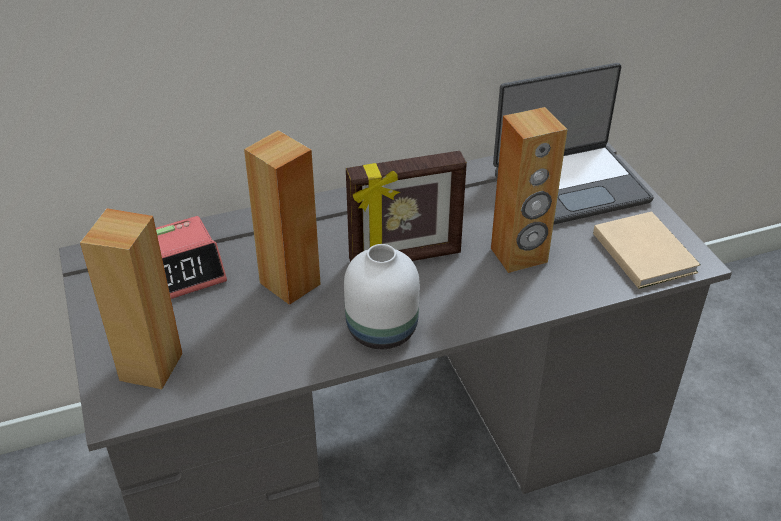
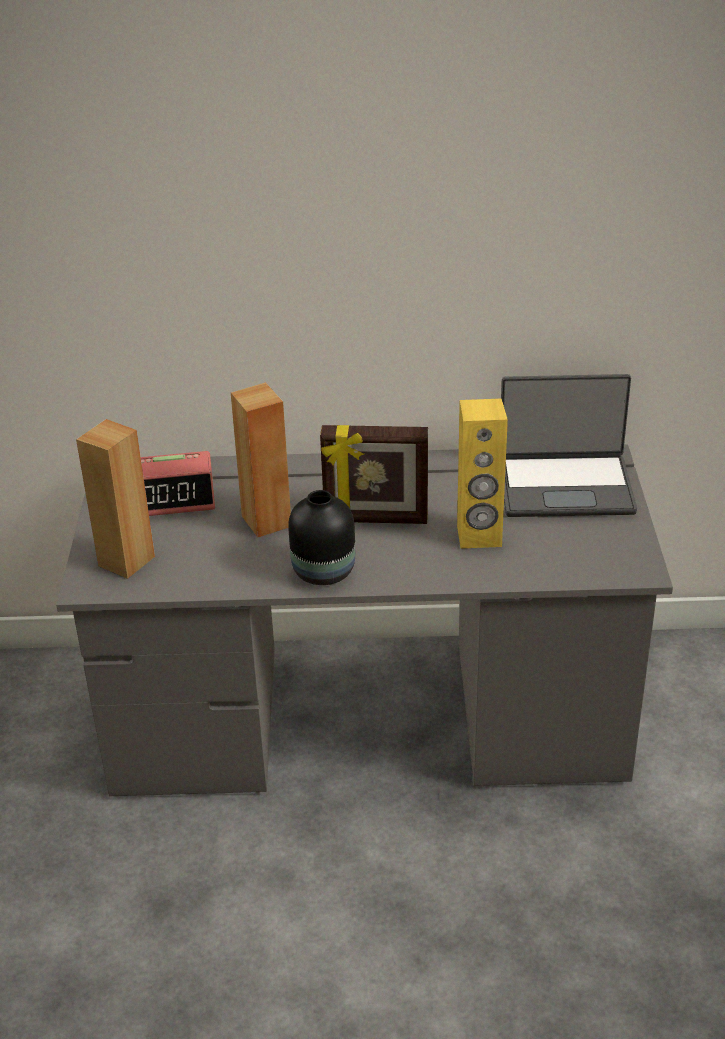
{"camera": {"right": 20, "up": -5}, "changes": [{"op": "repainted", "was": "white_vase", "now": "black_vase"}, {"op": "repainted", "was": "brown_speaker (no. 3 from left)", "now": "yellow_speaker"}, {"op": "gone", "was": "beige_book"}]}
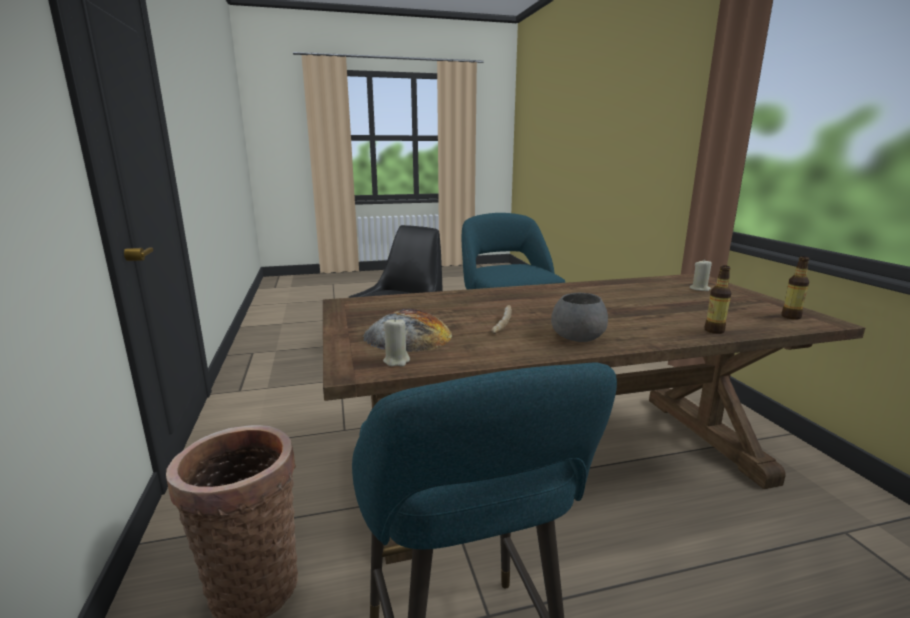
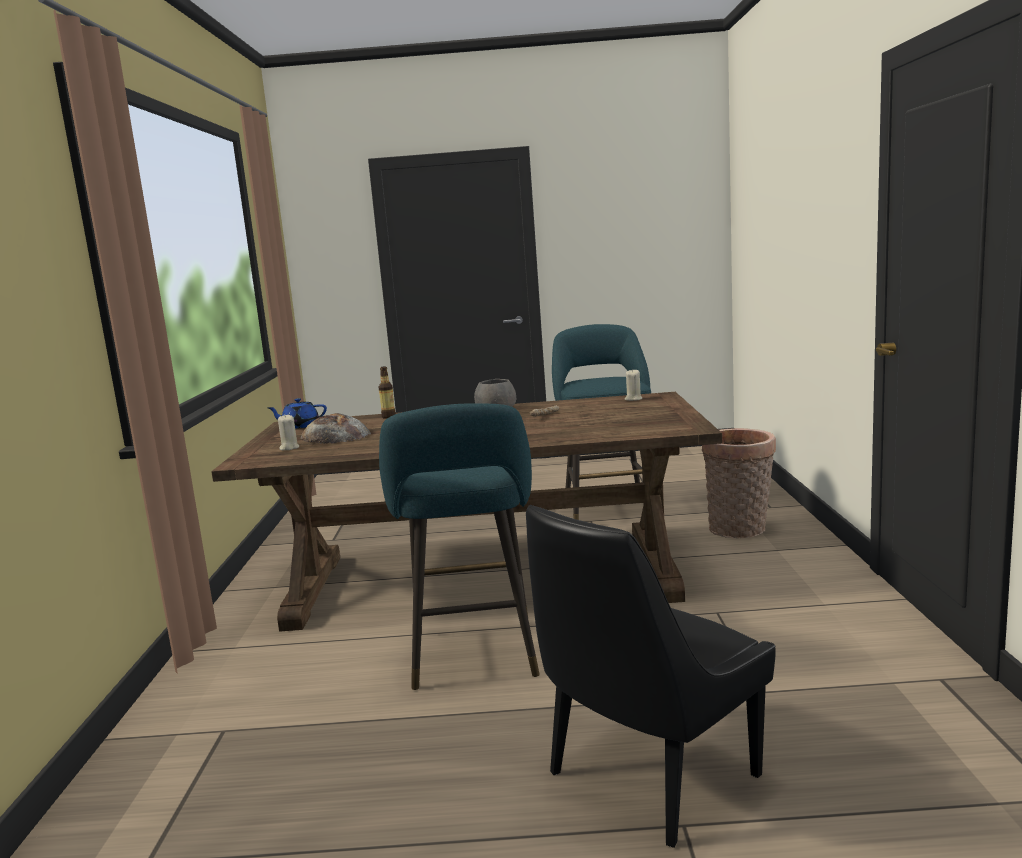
{"camera": {"right": -165, "up": -5}, "changes": [{"op": "swapped", "was": "bottle (no. 2 from left)", "now": "blue_teapot"}, {"op": "shifted", "was": "bread (no. 1 from left)"}]}
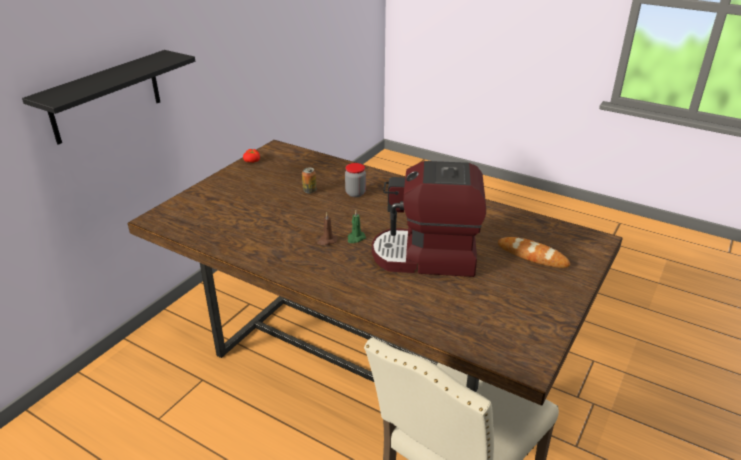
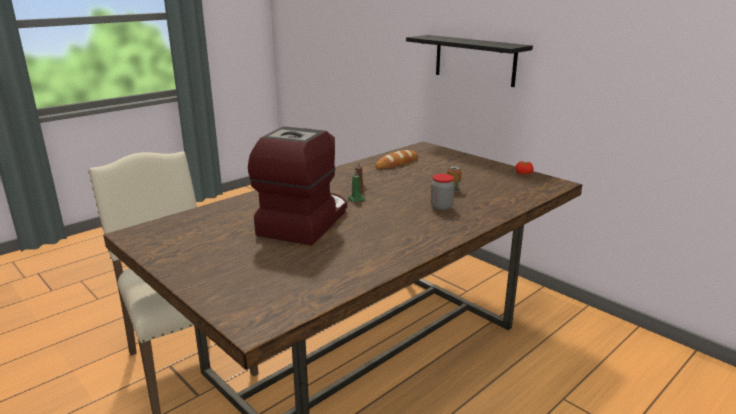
{"camera": {"right": 105, "up": -10}, "changes": [{"op": "shifted", "was": "bread"}]}
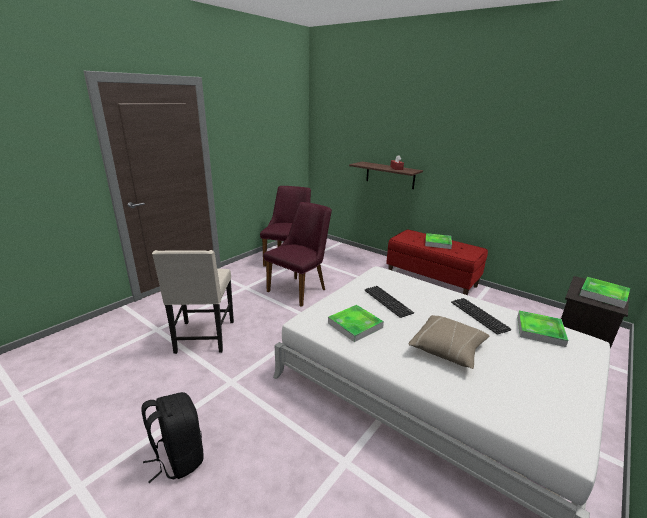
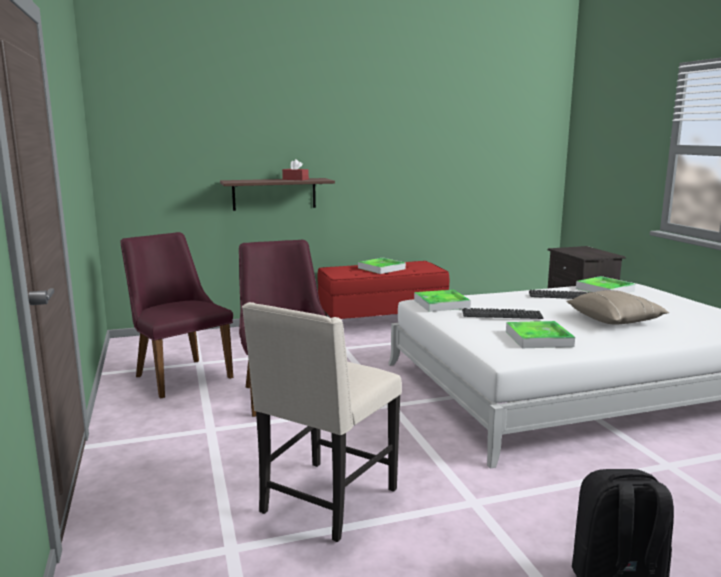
{"camera": {"right": -55, "up": -10}, "changes": [{"op": "rotated", "was": "beige_chair", "clockwise": 90}, {"op": "shifted", "was": "tray (no. 4 from left in the first image)", "now": "tray (no. 2 from left)"}]}
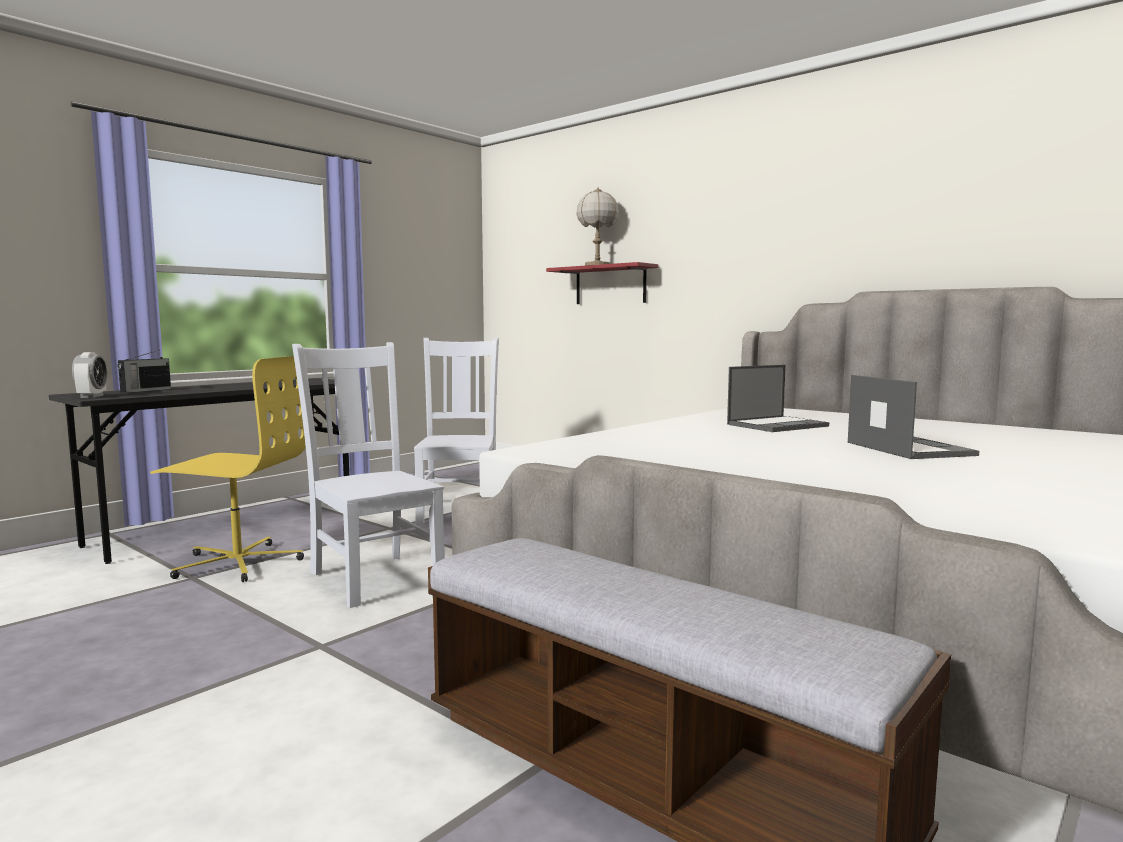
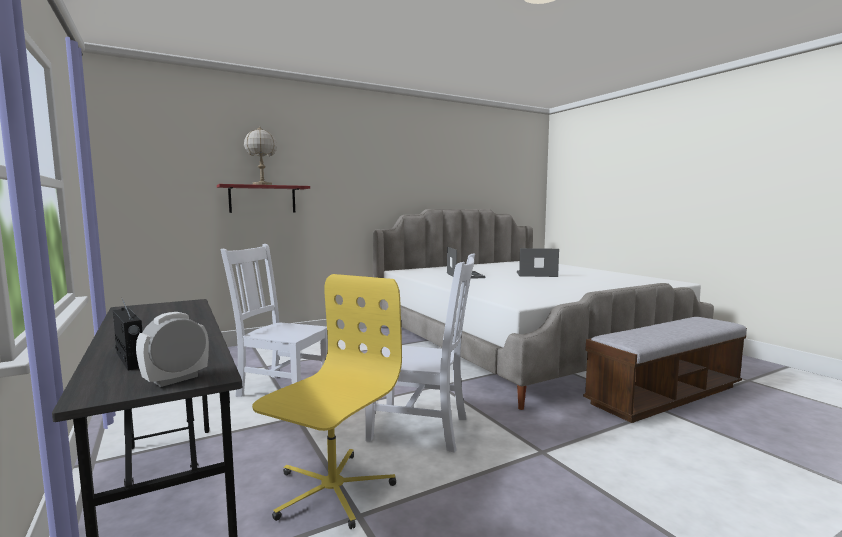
{"camera": {"right": -70, "up": 0}, "changes": [{"op": "rotated", "was": "alarm_clock", "clockwise": -60}, {"op": "rotated", "was": "white_chair (no. 1 from left in the first image)", "clockwise": -150}]}
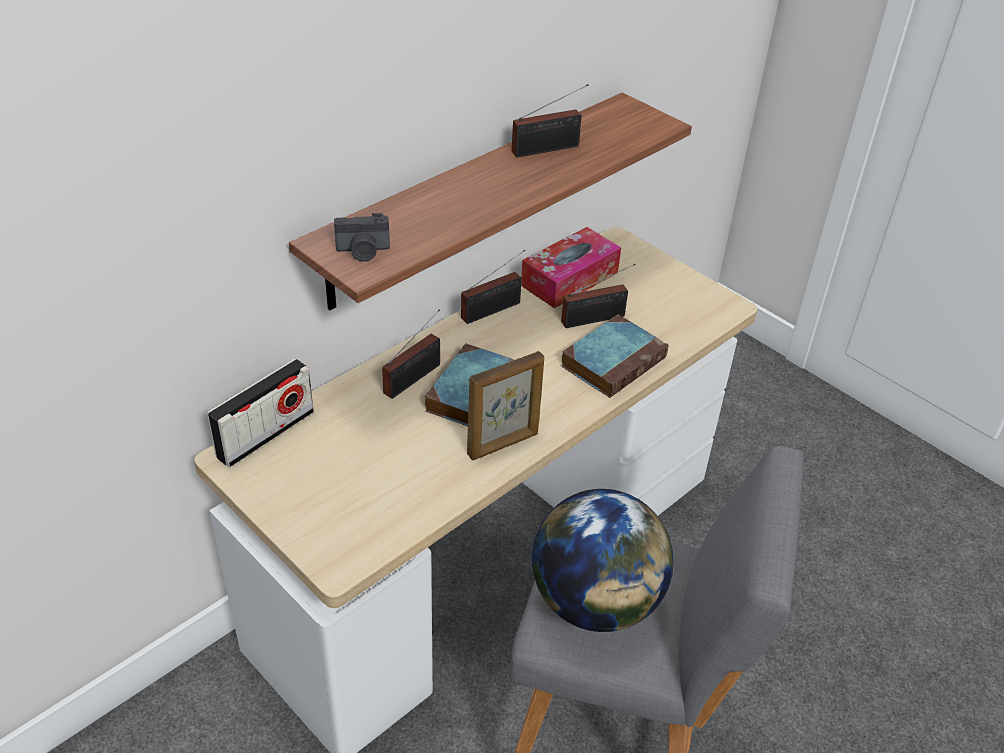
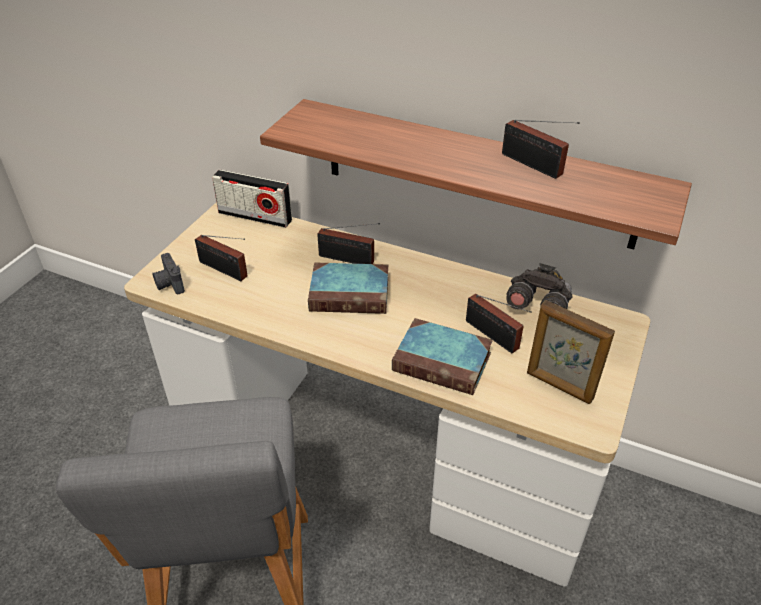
{"camera": {"right": 70, "up": 0}, "changes": [{"op": "shifted", "was": "photo_camera"}, {"op": "shifted", "was": "radio (no. 3 from left in the first image)", "now": "radio (no. 1 from left)"}, {"op": "swapped", "was": "tissue_box", "now": "grey_binoculars"}, {"op": "shifted", "was": "picture_frame"}, {"op": "gone", "was": "globe"}]}
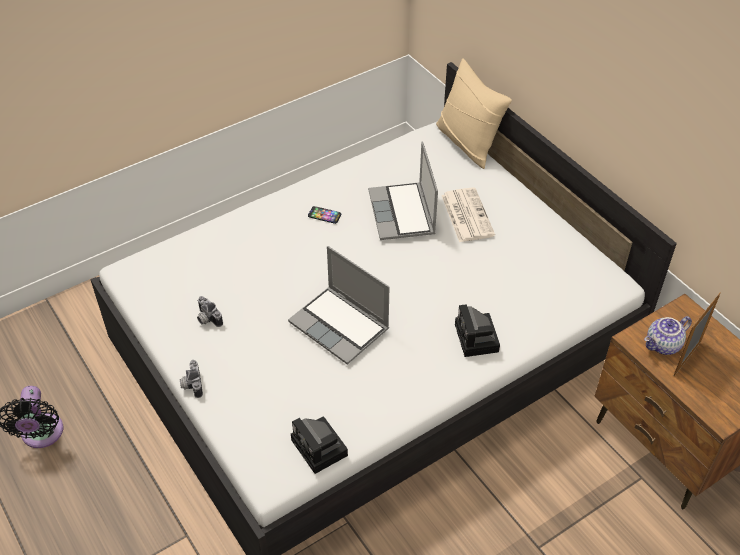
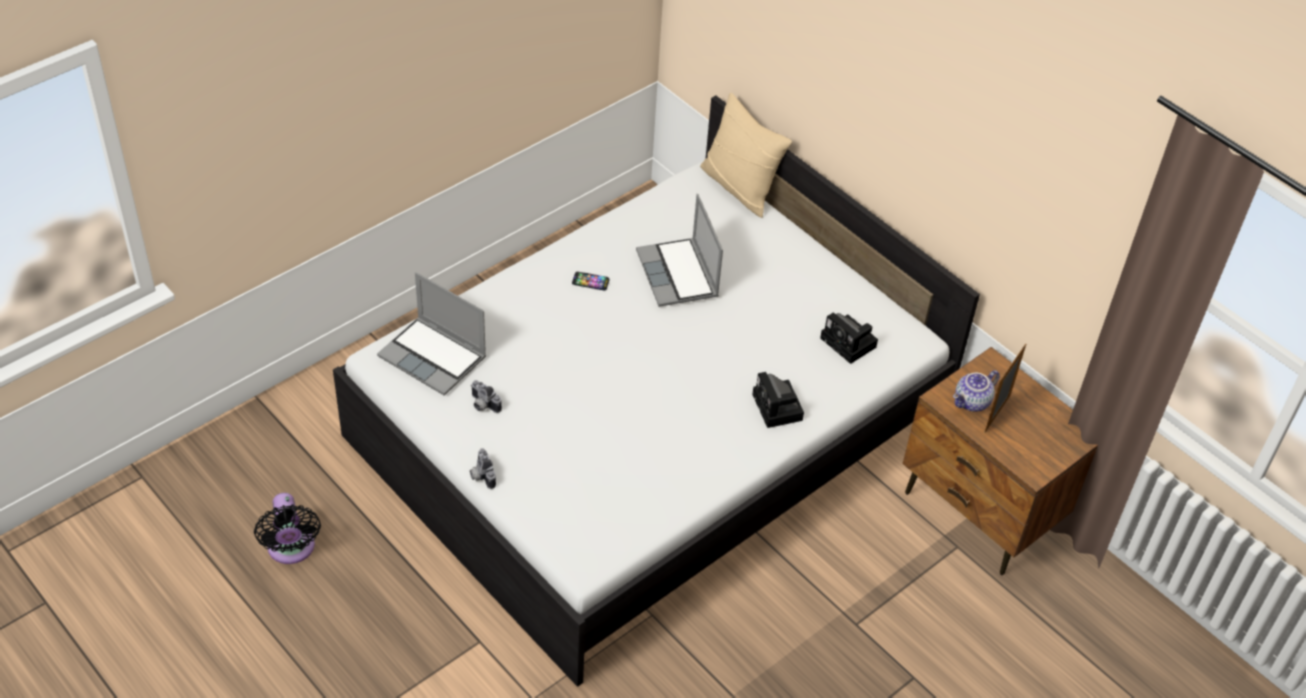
{"camera": {"right": -10, "up": 0}, "changes": [{"op": "shifted", "was": "laptop (no. 1 from left)"}, {"op": "shifted", "was": "photo_camera (no. 3 from left in the first image)", "now": "photo_camera (no. 4 from left)"}, {"op": "gone", "was": "newspaper"}]}
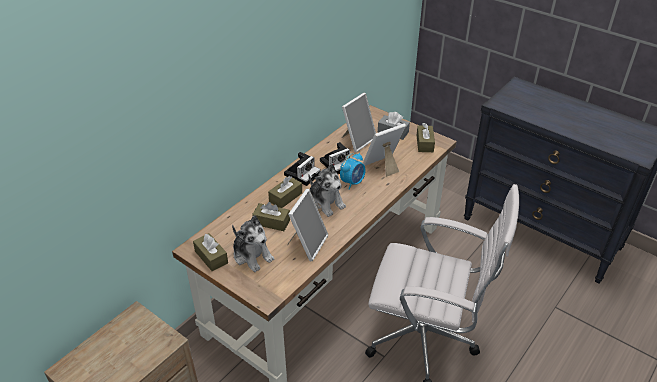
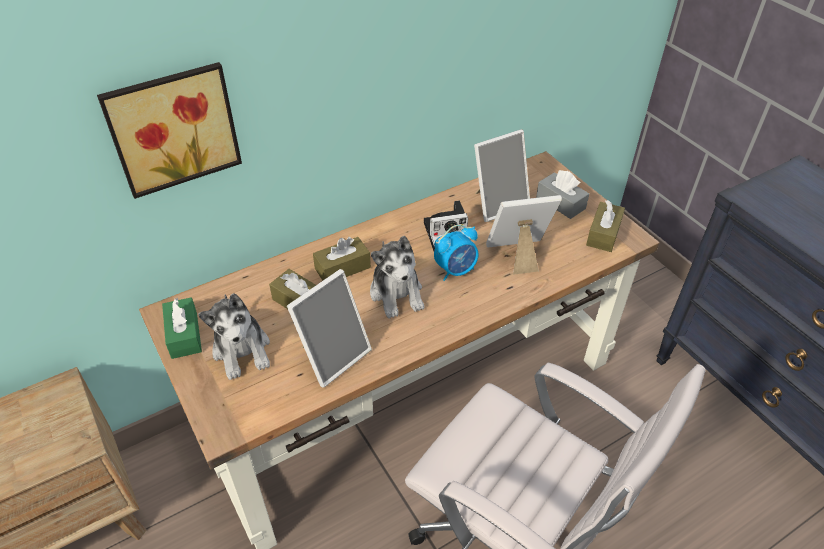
{"camera": {"right": 20, "up": 5}, "changes": [{"op": "new", "now": "picture"}, {"op": "repainted", "was": "brown_tissue_box (no. 1 from left)", "now": "green_tissue_box"}, {"op": "gone", "was": "photo_camera (no. 1 from left)"}]}
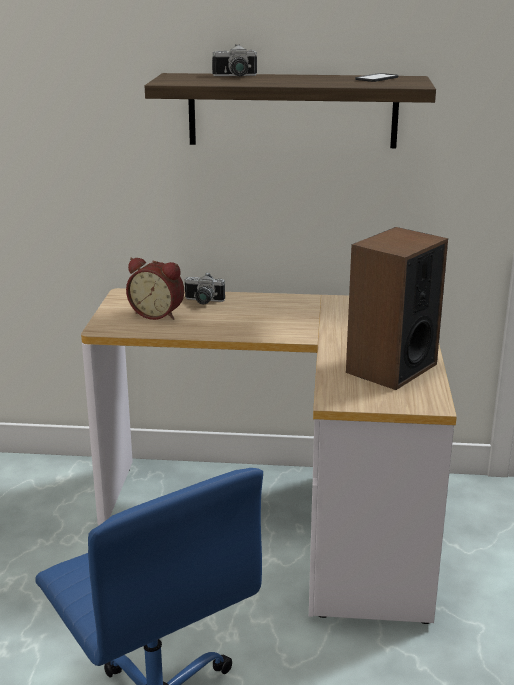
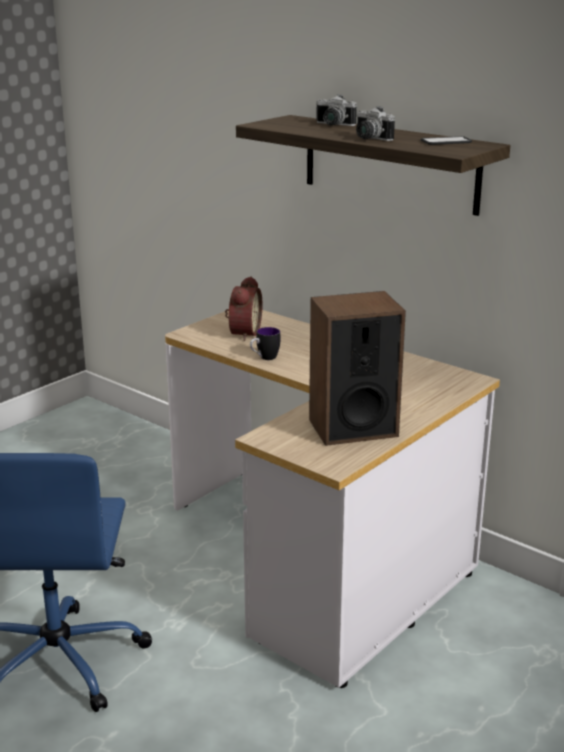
{"camera": {"right": 35, "up": 0}, "changes": [{"op": "rotated", "was": "alarm_clock", "clockwise": -135}, {"op": "new", "now": "mug"}, {"op": "shifted", "was": "photo_camera (no. 1 from left in the first image)", "now": "photo_camera (no. 2 from left)"}]}
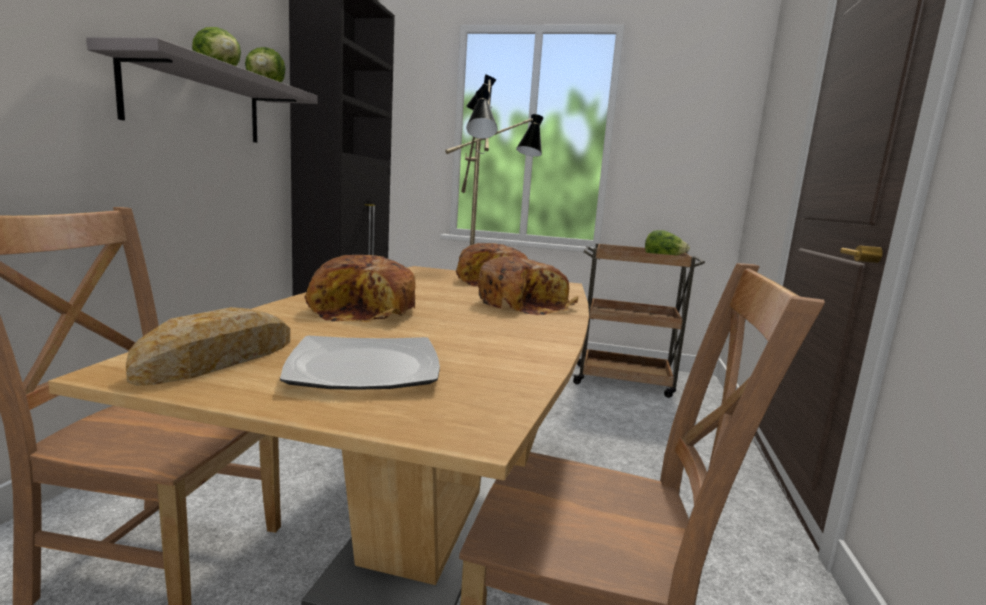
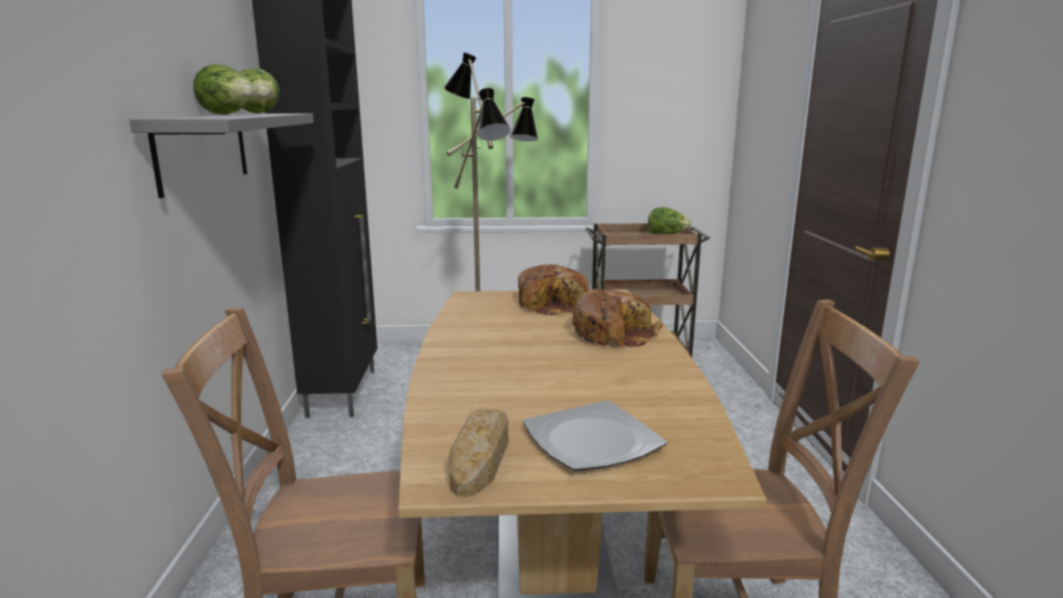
{"camera": {"right": -15, "up": 5}, "changes": [{"op": "gone", "was": "bread (no. 2 from left)"}]}
